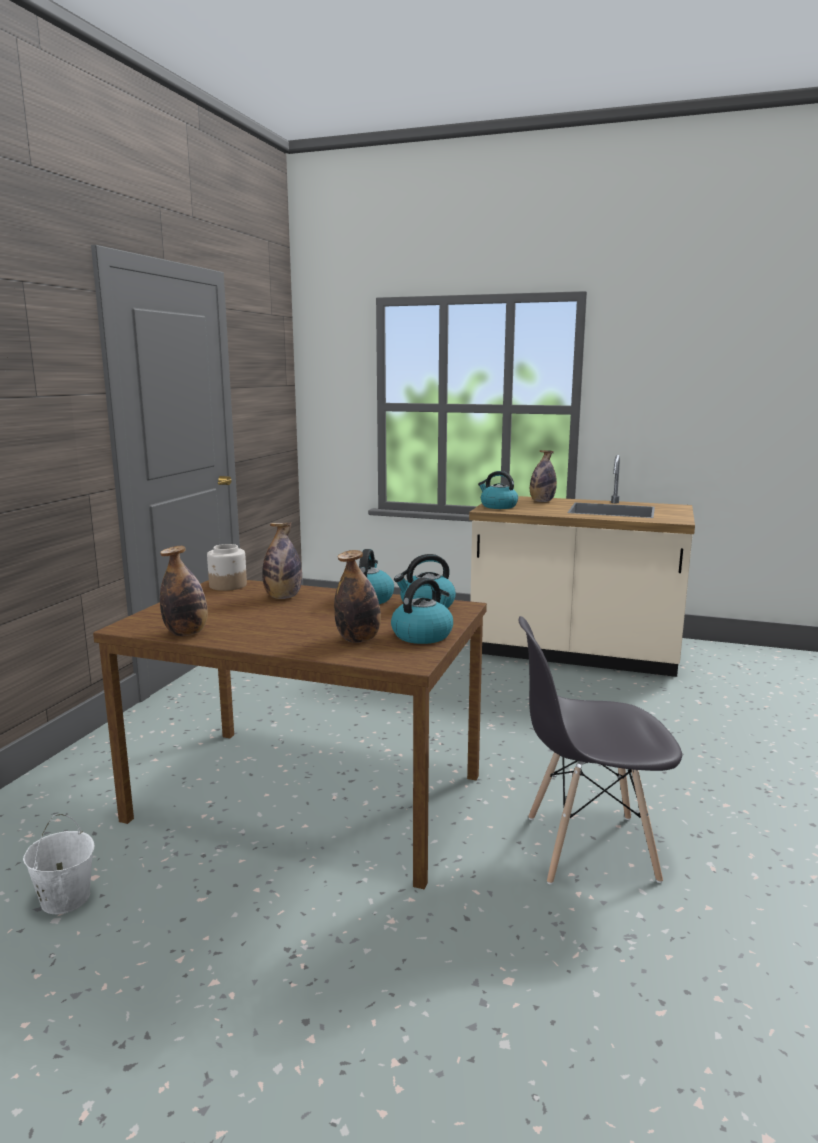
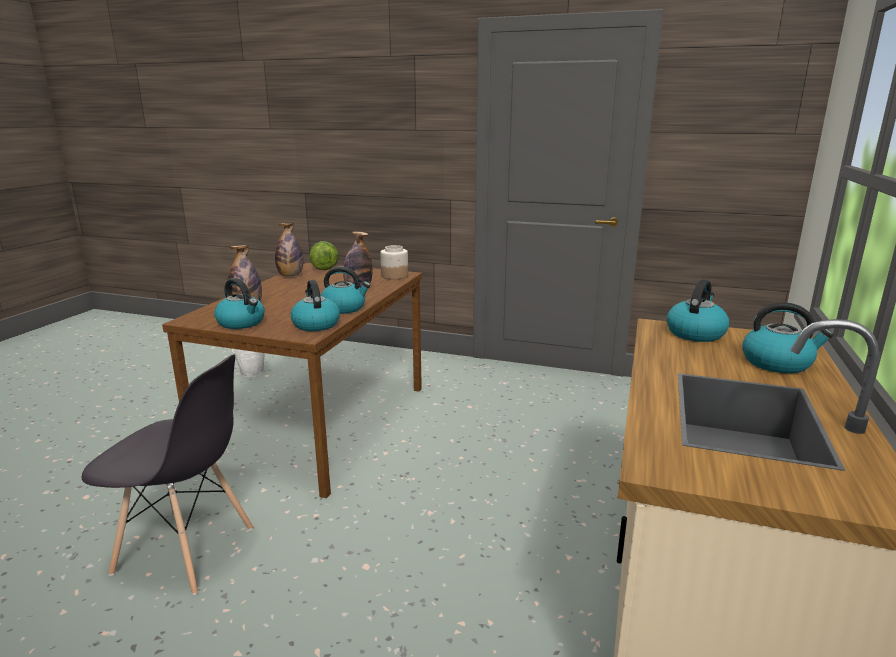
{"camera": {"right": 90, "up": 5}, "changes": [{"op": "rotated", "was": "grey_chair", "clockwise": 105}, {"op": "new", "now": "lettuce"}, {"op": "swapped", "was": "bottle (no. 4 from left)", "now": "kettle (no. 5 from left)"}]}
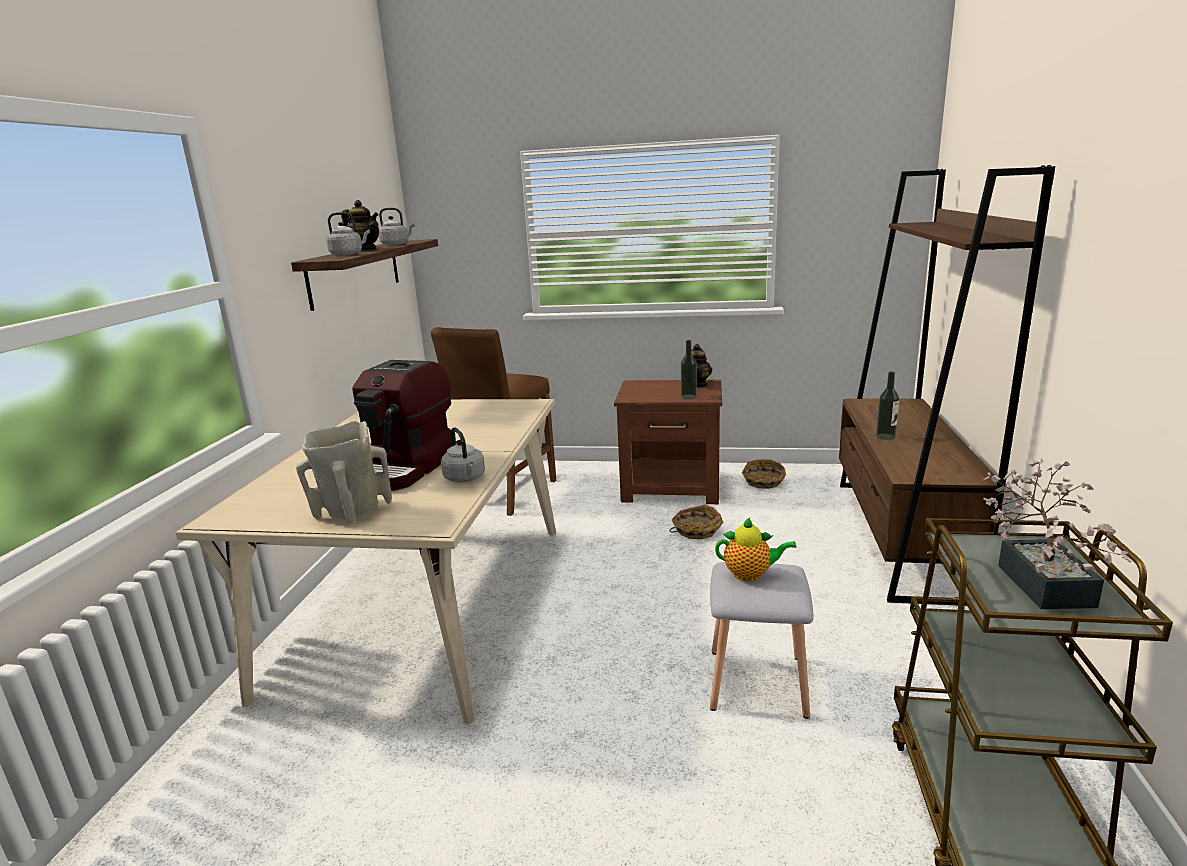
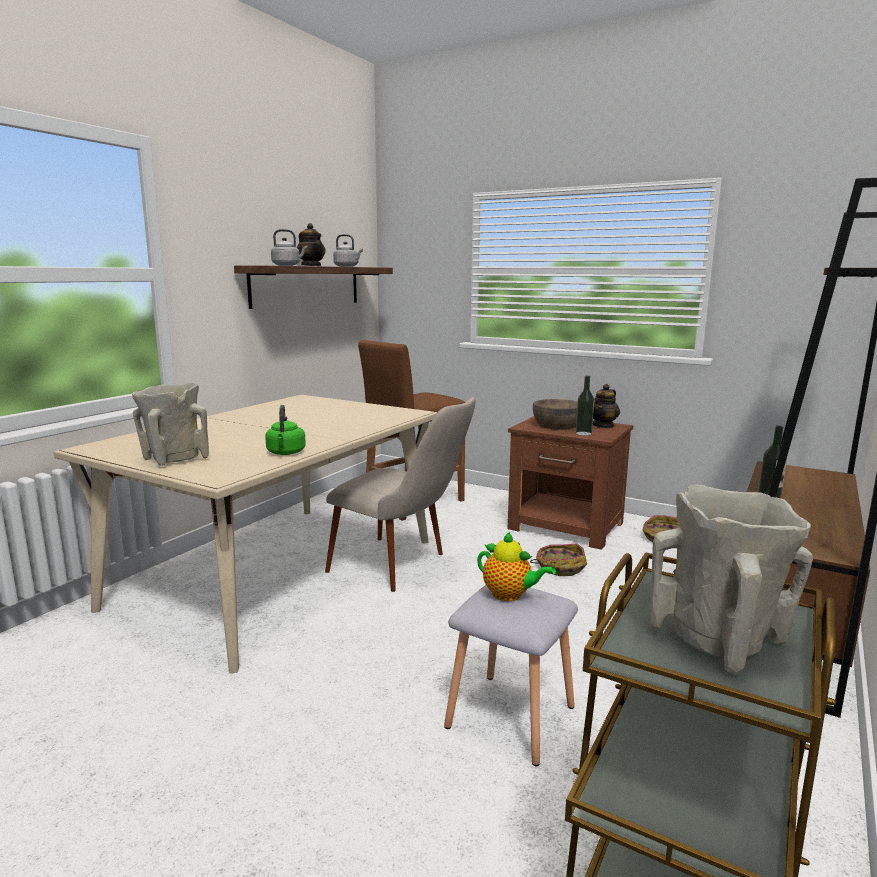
{"camera": {"right": 20, "up": -5}, "changes": [{"op": "repainted", "was": "grey_kettle (no. 3 from left)", "now": "green_kettle"}, {"op": "new", "now": "beige_chair"}, {"op": "new", "now": "brown_bowl"}, {"op": "swapped", "was": "potted_plant", "now": "beige_vase (no. 2 from left)"}, {"op": "gone", "was": "coffee_machine"}]}
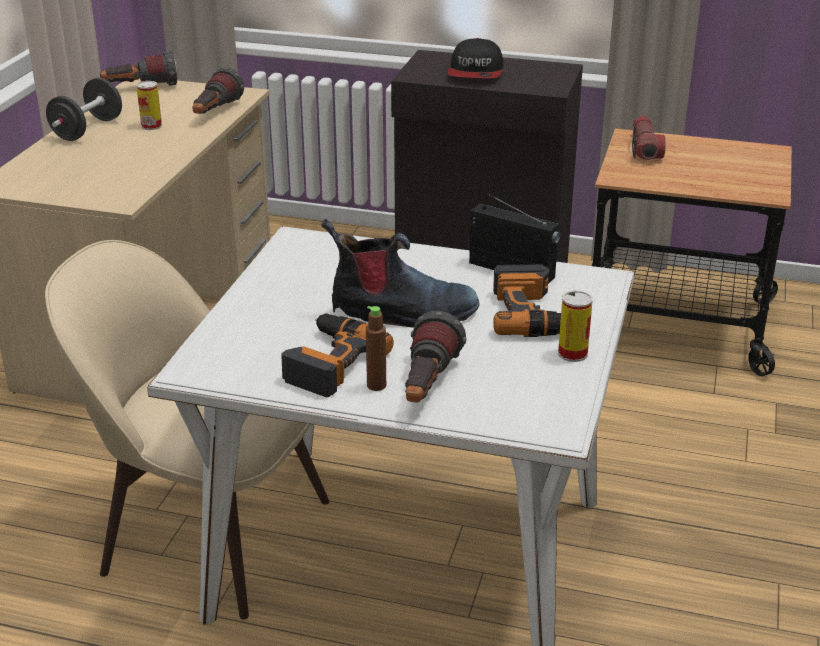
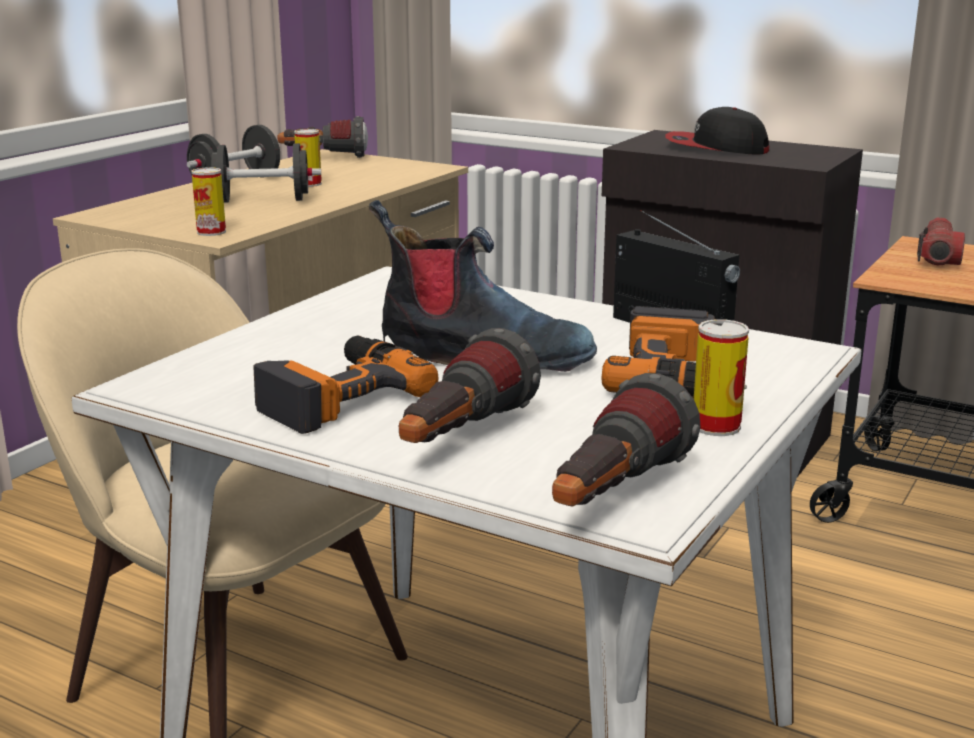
{"camera": {"right": 15, "up": -10}, "changes": [{"op": "new", "now": "can (no. 1 from left)"}, {"op": "new", "now": "black_dumbbell (no. 2 from left)"}, {"op": "shifted", "was": "flashlight (no. 2 from left in the first image)", "now": "flashlight (no. 3 from left)"}, {"op": "rotated", "was": "cap", "clockwise": 90}, {"op": "gone", "was": "brown_bottle"}]}
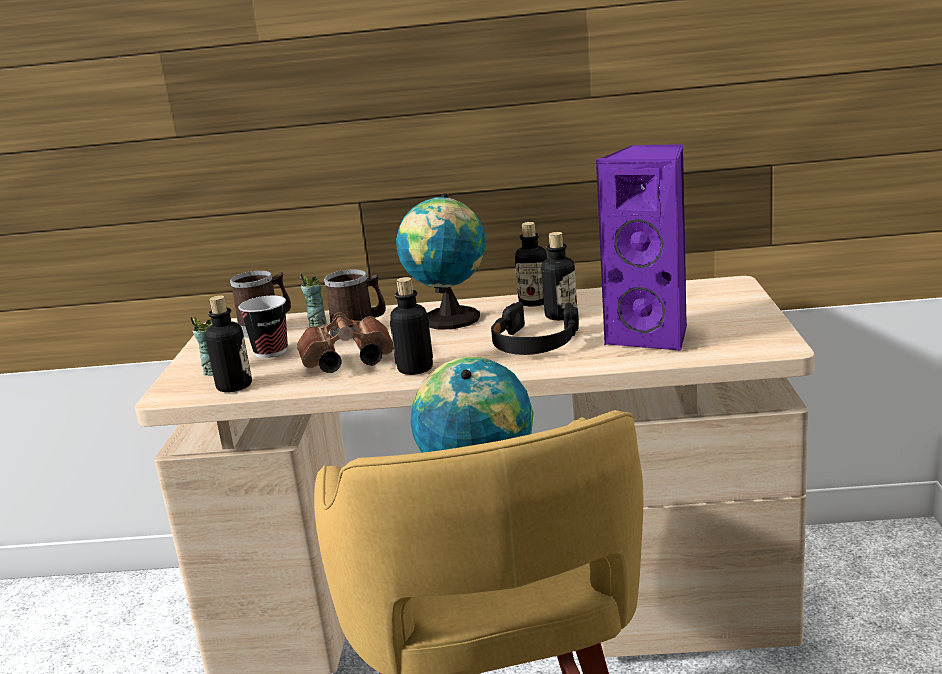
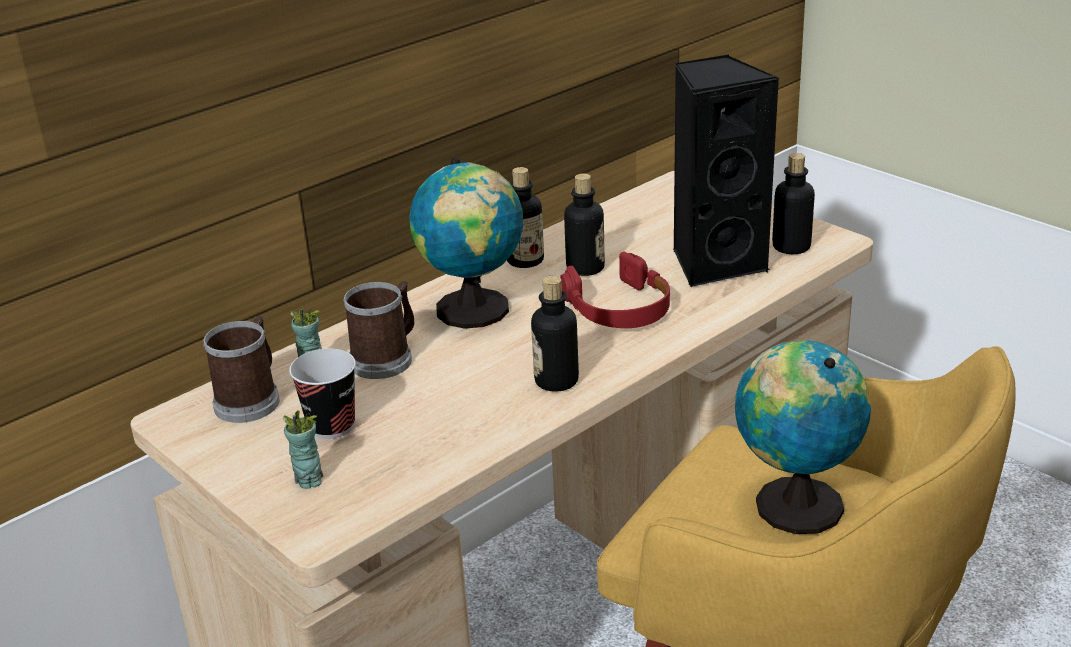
{"camera": {"right": -45, "up": 10}, "changes": [{"op": "repainted", "was": "black_headphones", "now": "red_headphones"}, {"op": "repainted", "was": "purple_speaker", "now": "black_speaker"}, {"op": "shifted", "was": "bottle (no. 1 from left in the first image)", "now": "bottle (no. 4 from left)"}, {"op": "gone", "was": "brown_binoculars"}]}
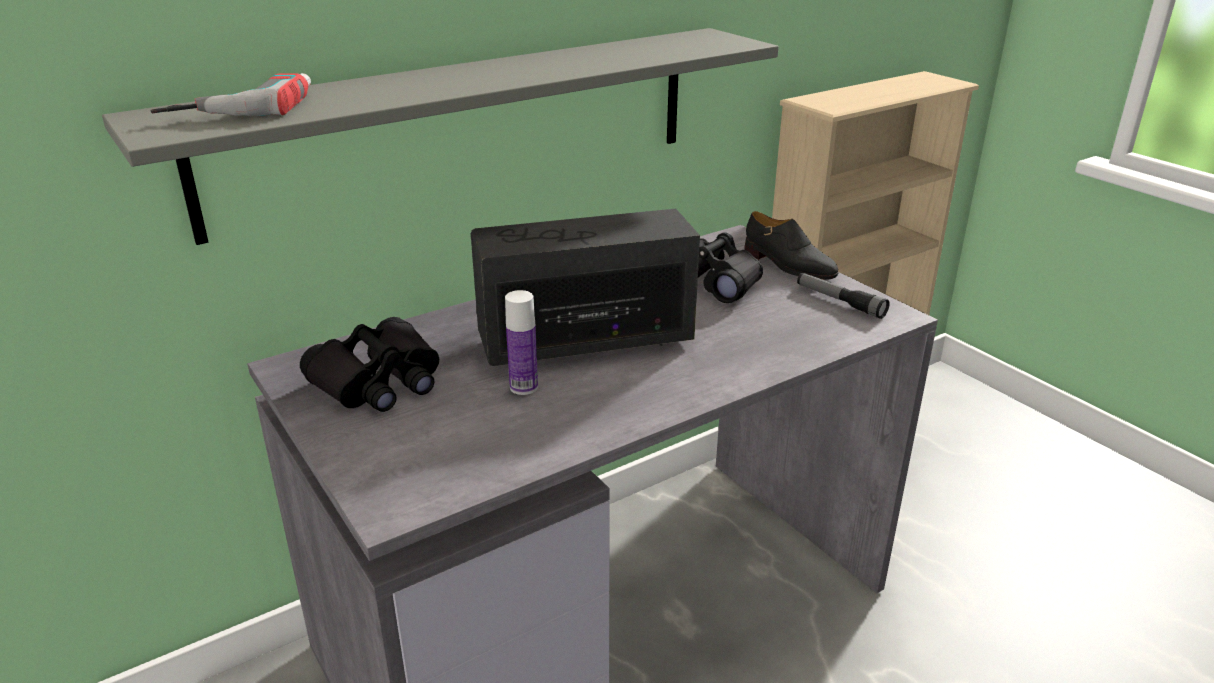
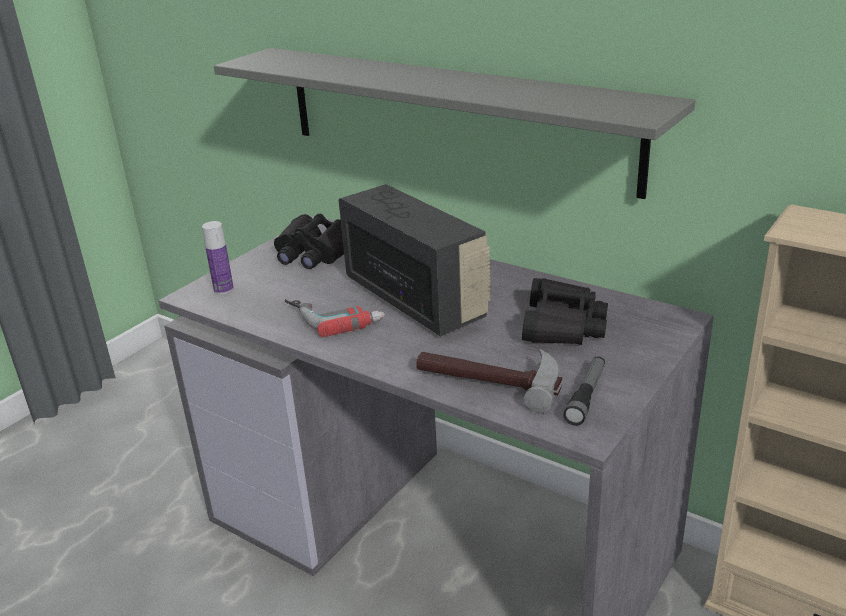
{"camera": {"right": 70, "up": 0}, "changes": [{"op": "shifted", "was": "bottle"}, {"op": "shifted", "was": "power_drill"}, {"op": "new", "now": "hammer"}, {"op": "gone", "was": "black_shoe"}]}
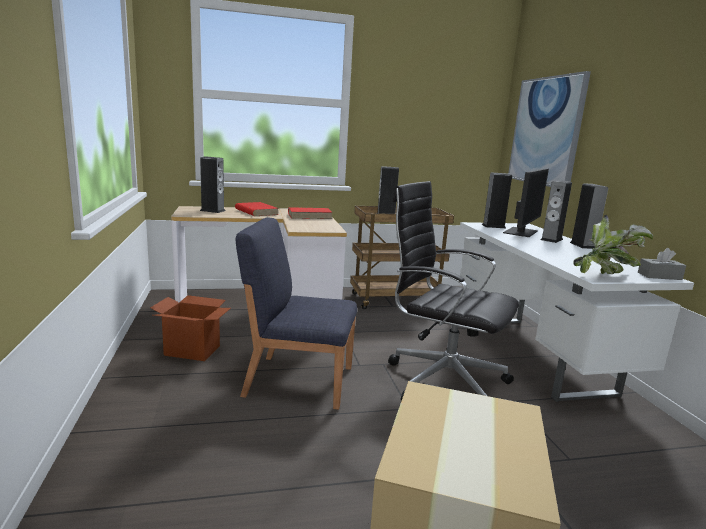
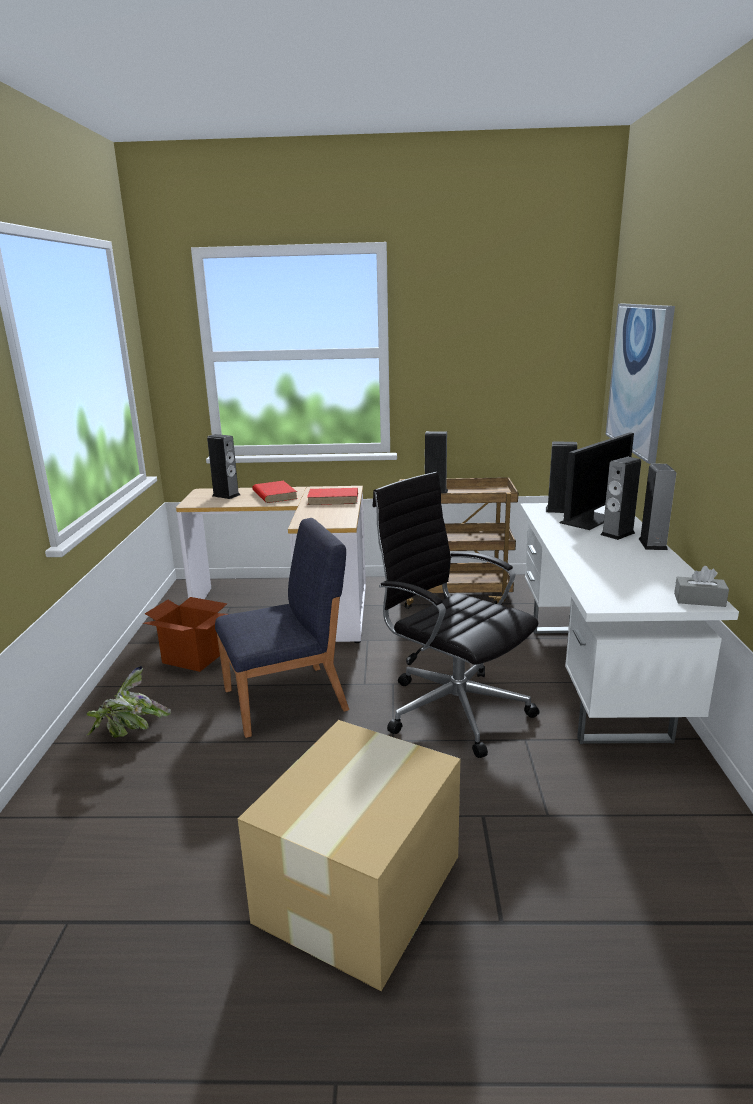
{"camera": {"right": 15, "up": 5}, "changes": [{"op": "shifted", "was": "potted_plant"}, {"op": "rotated", "was": "blue_chair", "clockwise": 135}]}
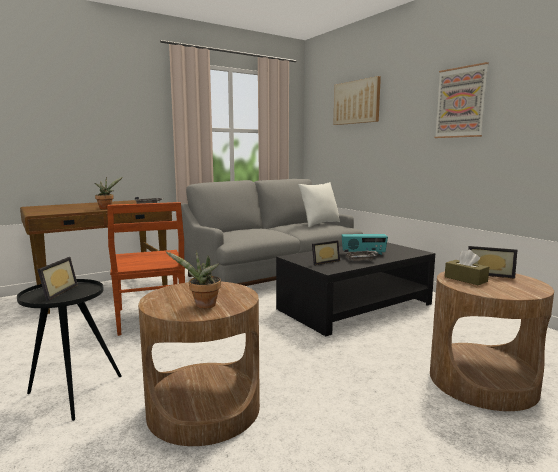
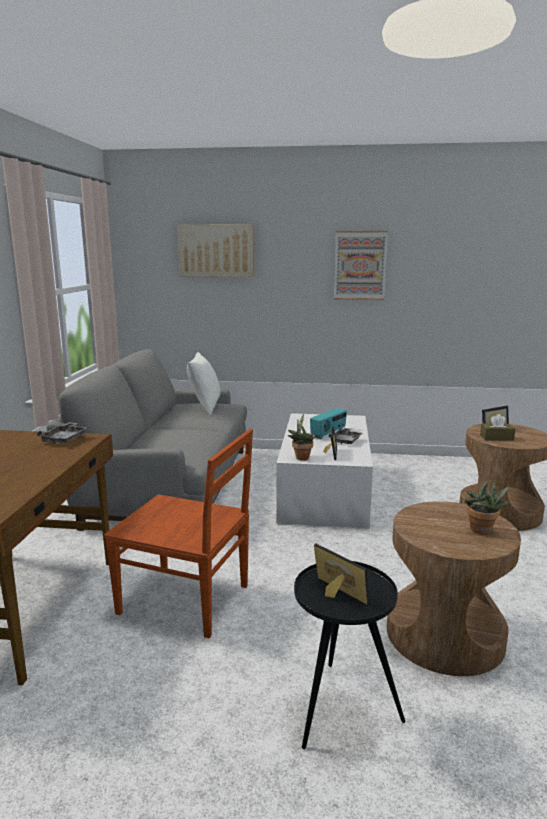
{"camera": {"right": -50, "up": 5}, "changes": [{"op": "repainted", "was": "black_coffee_table", "now": "white_coffee_table"}, {"op": "shifted", "was": "potted_plant (no. 1 from left)"}]}
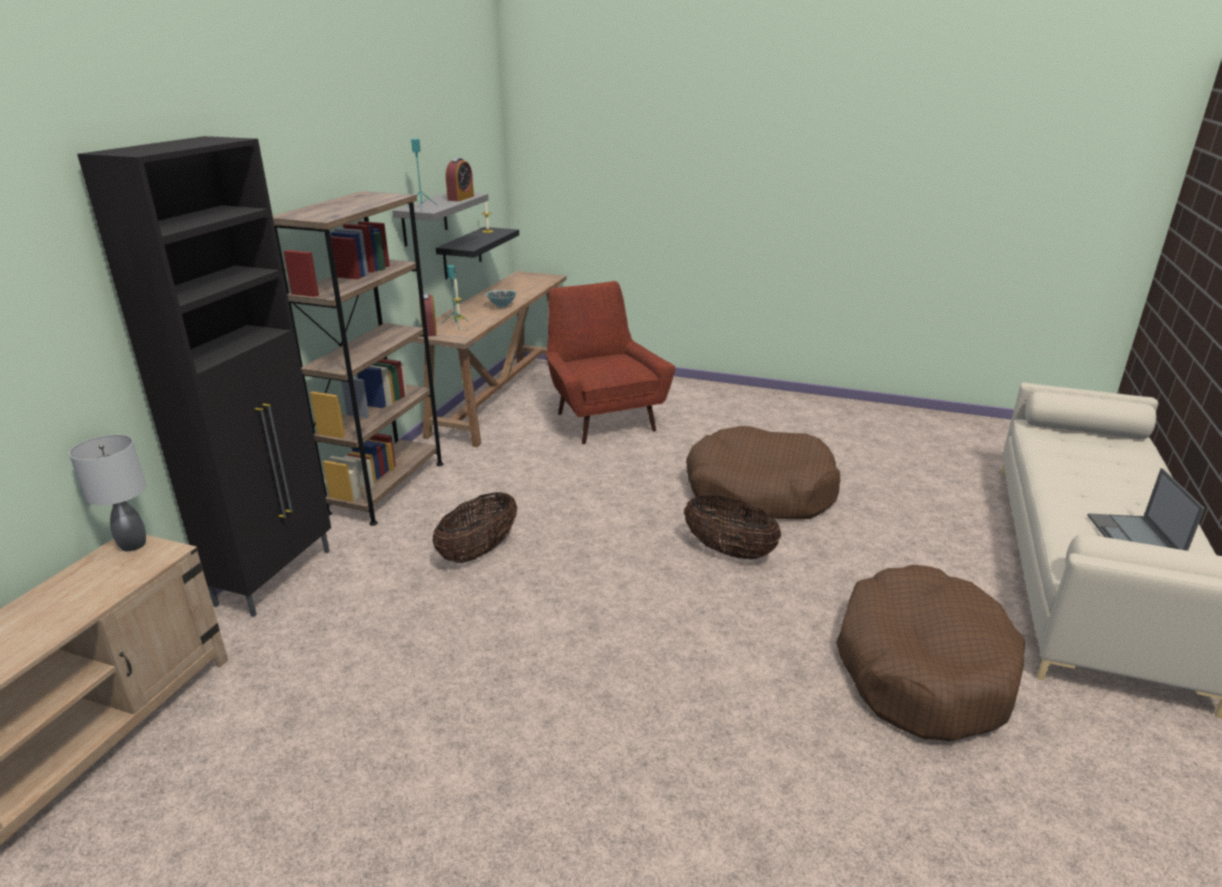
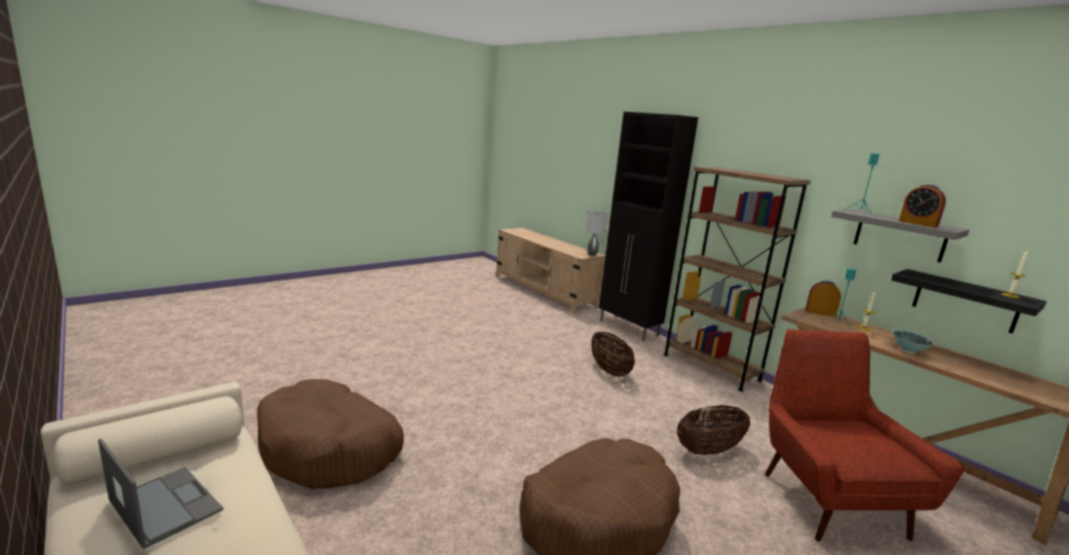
{"camera": {"right": 120, "up": -10}, "changes": [{"op": "shifted", "was": "basket (no. 2 from left)"}, {"op": "rotated", "was": "red_armchair", "clockwise": -105}]}
